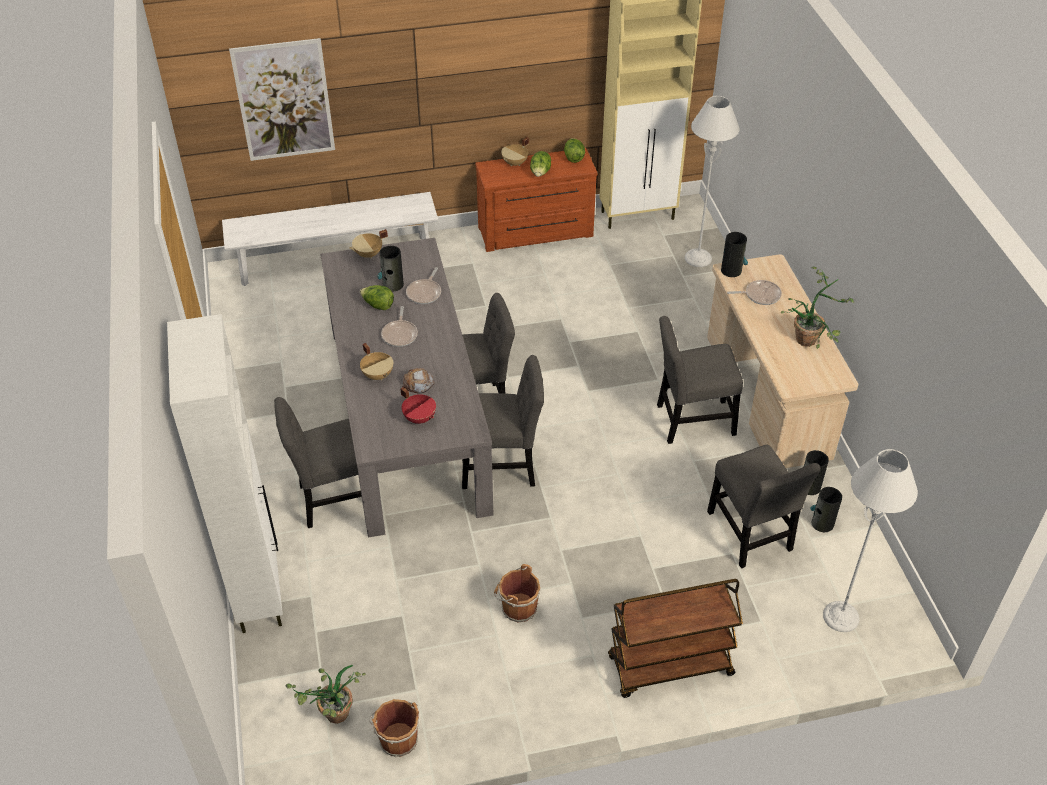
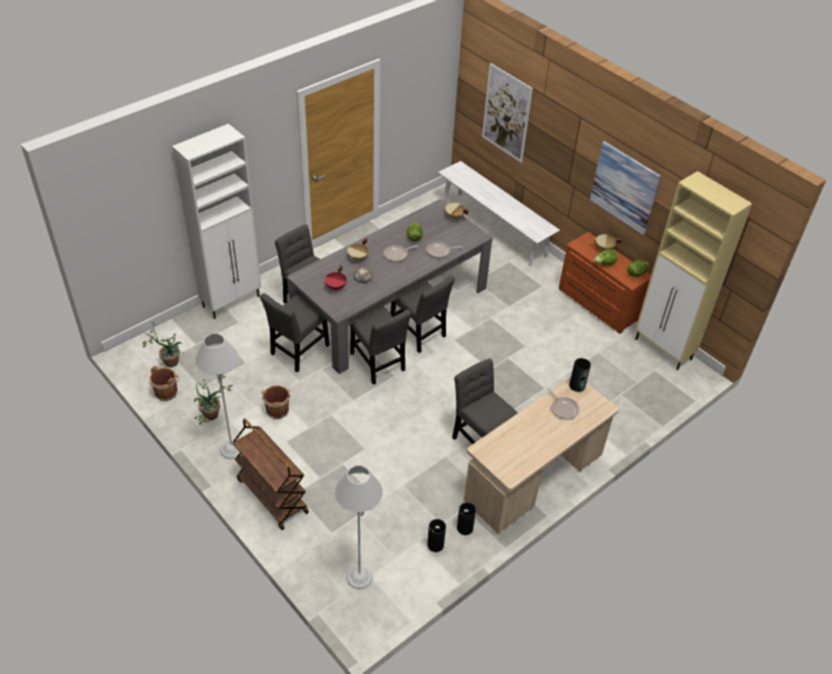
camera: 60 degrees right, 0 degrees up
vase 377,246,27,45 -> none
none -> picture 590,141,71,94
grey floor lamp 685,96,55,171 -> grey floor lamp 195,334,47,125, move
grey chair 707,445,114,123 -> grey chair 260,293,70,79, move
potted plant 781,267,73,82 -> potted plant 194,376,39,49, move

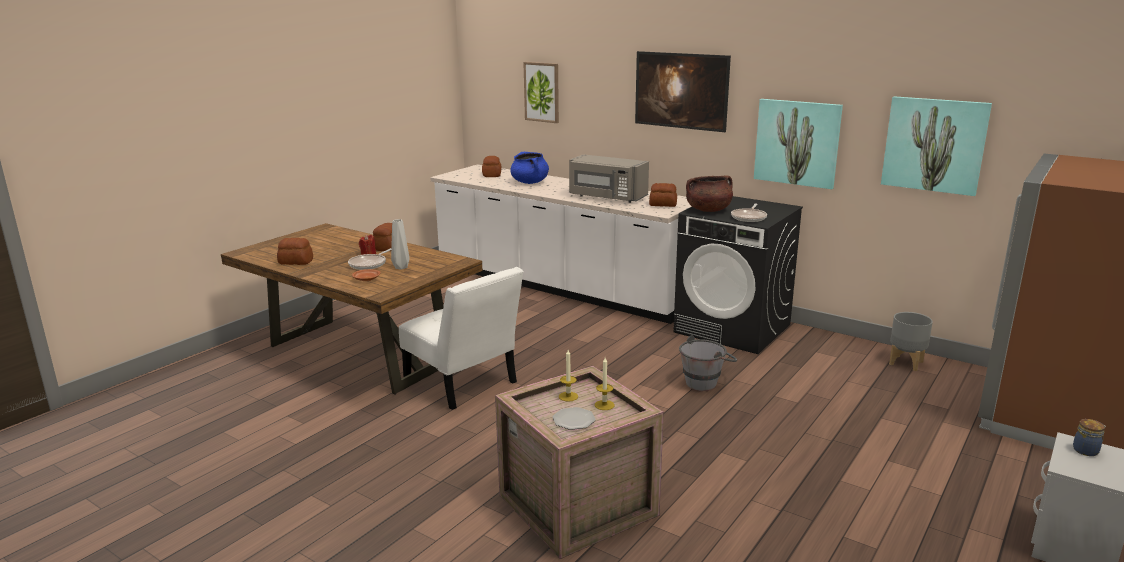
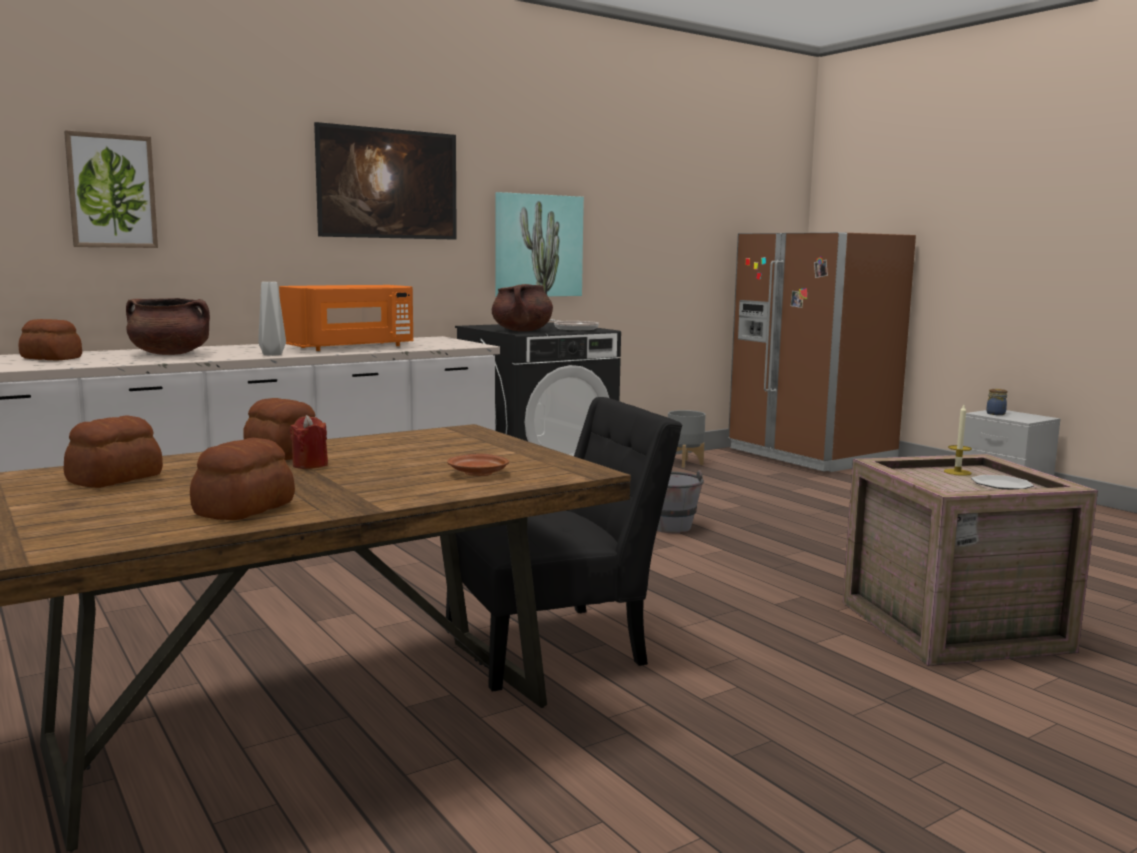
camera: 70 degrees left, 10 degrees down
frying pan 348,248,43,22 -> none
candle 559,350,19,52 -> none
picture 881,96,111,100 -> none
grey vase 391,219,19,51 -> grey vase 258,282,28,74, move
bread 649,183,28,24 -> bread 64,416,99,72, move
white chair 399,267,125,143 -> black chair 446,397,237,295
blue cooking pot 510,152,39,32 -> brown cooking pot 126,298,84,57
grey microwave 569,154,80,49 -> orange microwave 279,285,135,66

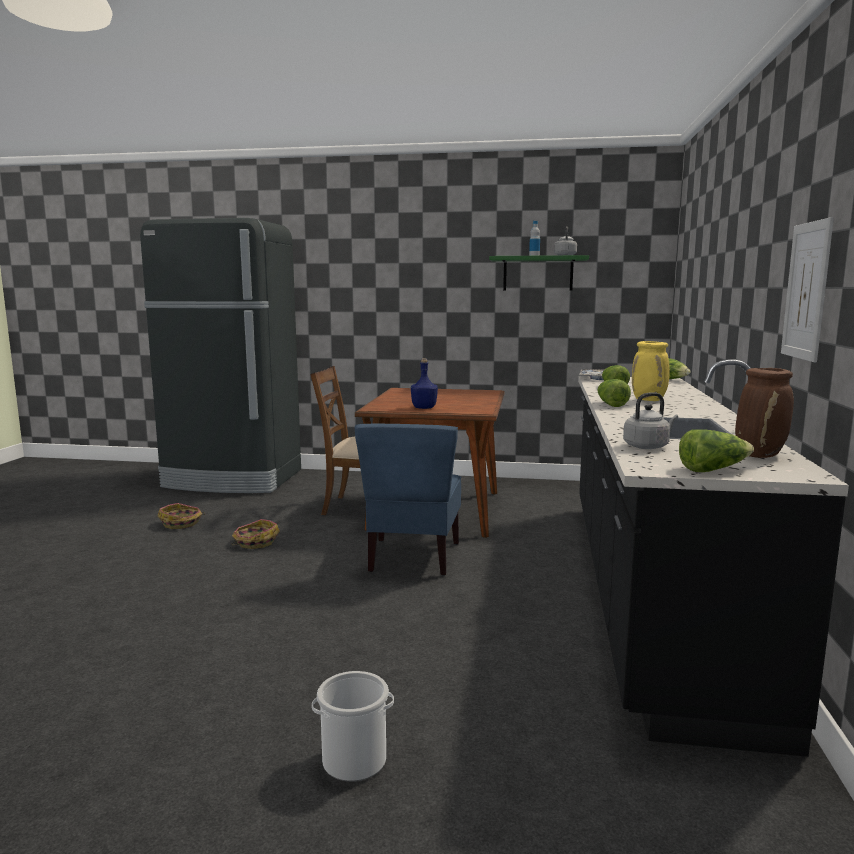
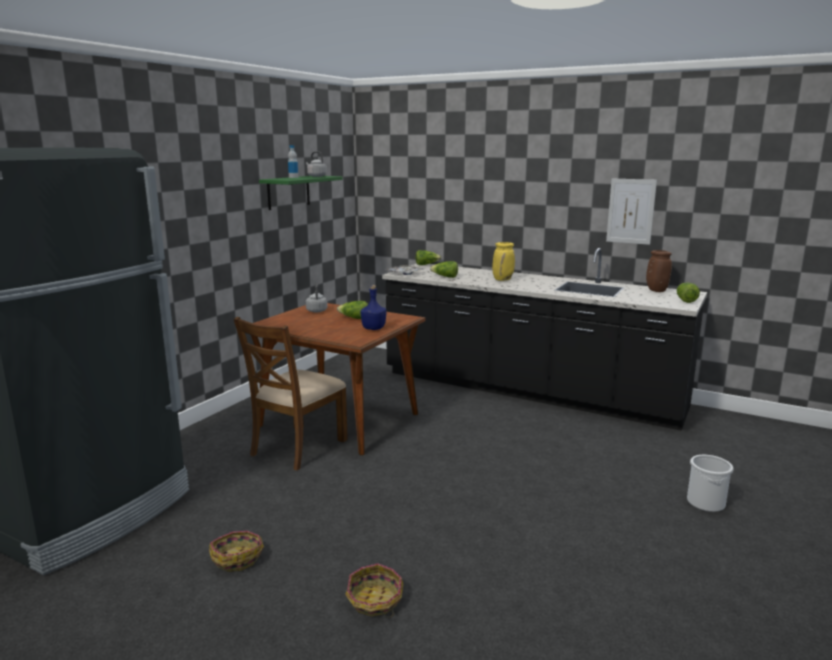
camera: 70 degrees left, 5 degrees up
blue chair 355,424,106,152 -> none
basket 231,519,49,30 -> basket 345,563,58,55, move
lettuce 598,379,33,28 -> lettuce 337,301,31,18, move
grey kettle 623,392,55,57 -> grey kettle 306,285,22,27, move

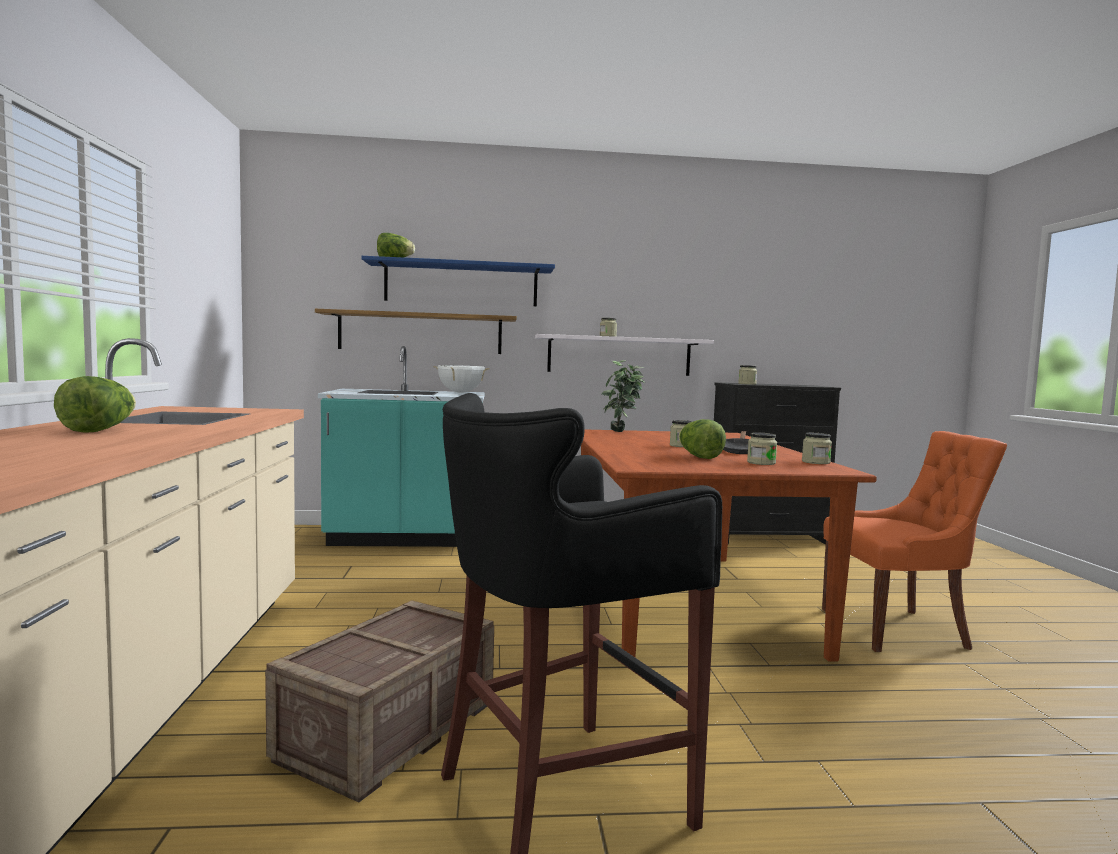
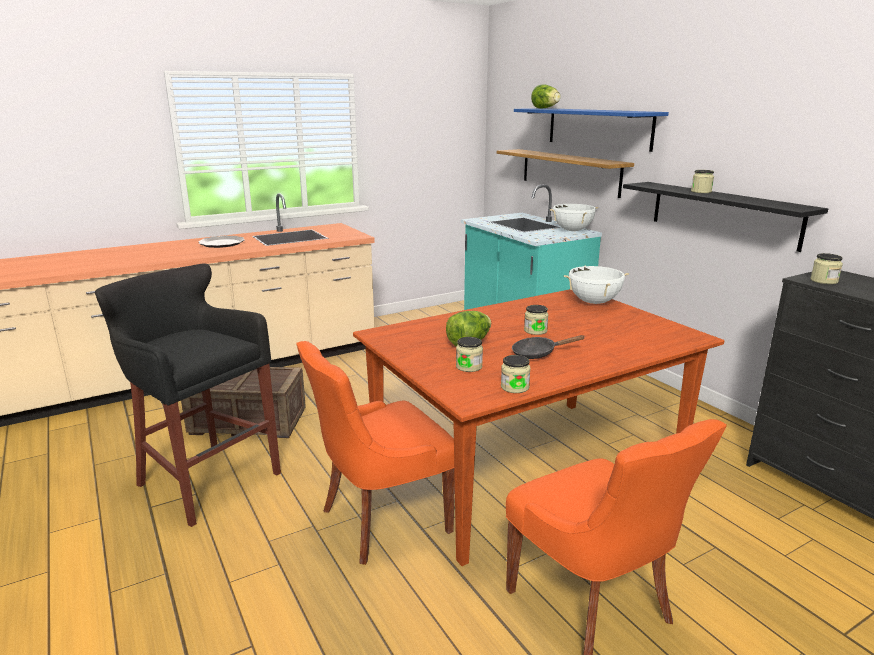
camera: 65 degrees right, 15 degrees up
none -> orange chair 296,341,159,224
lettuce 54,376,82,56 -> plate 198,236,47,12
potted plant 602,360,43,72 -> white cooking pot 564,266,65,38
white shelf 535,334,179,42 -> black shelf 623,182,205,70

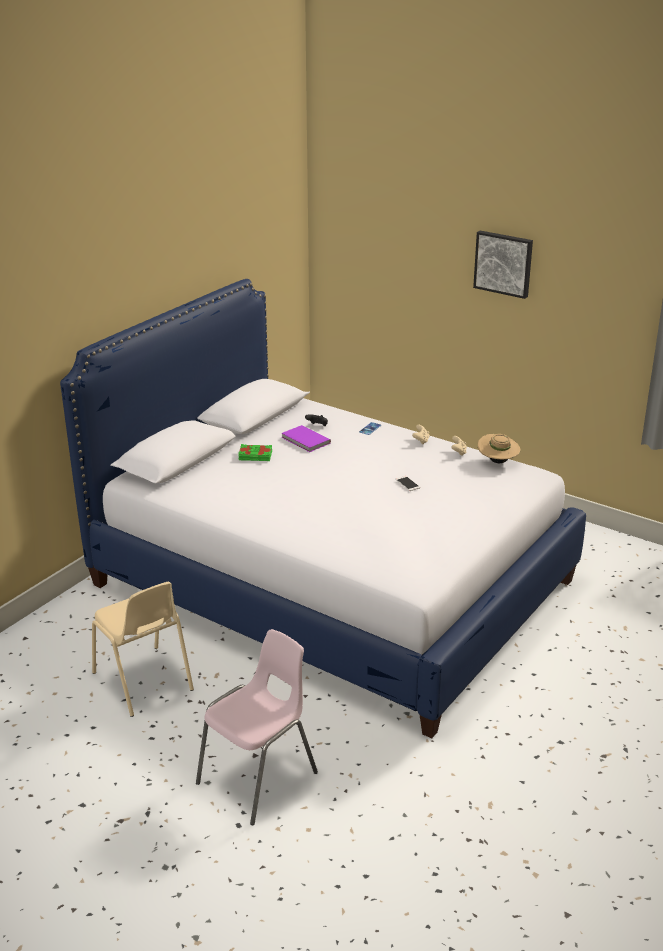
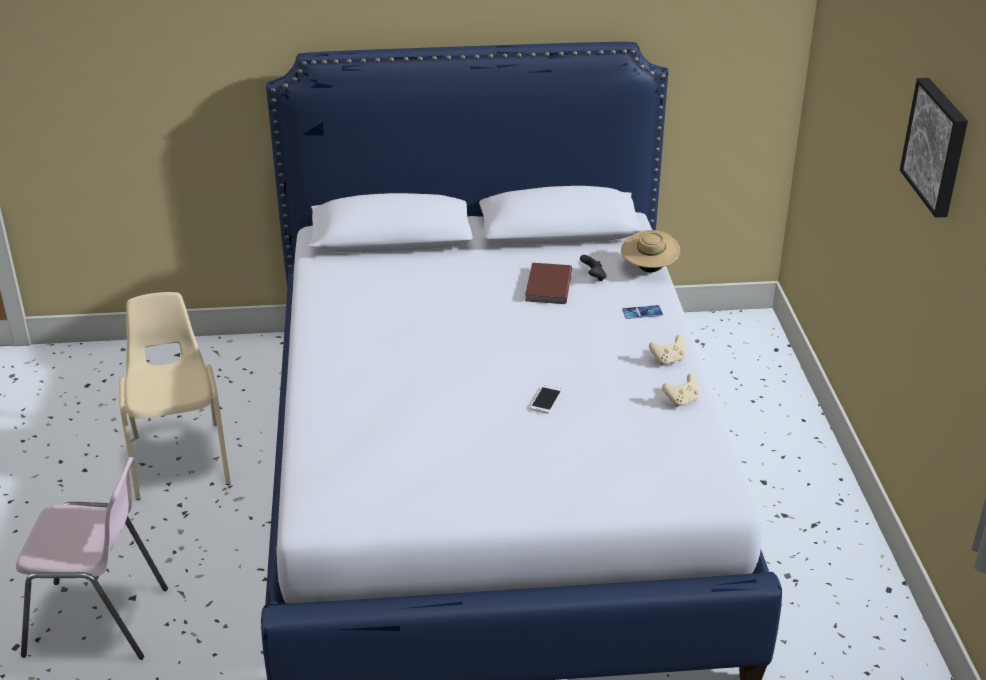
camera: 50 degrees right, 5 degrees up
green book 238,444,34,17 -> none
beige hat 478,434,42,29 -> beige hat 621,230,59,42, move
purple book 281,425,50,27 -> brown book 525,263,47,41
beige chair 92,582,102,135 -> beige chair 119,292,112,208, 150 degrees clockwise

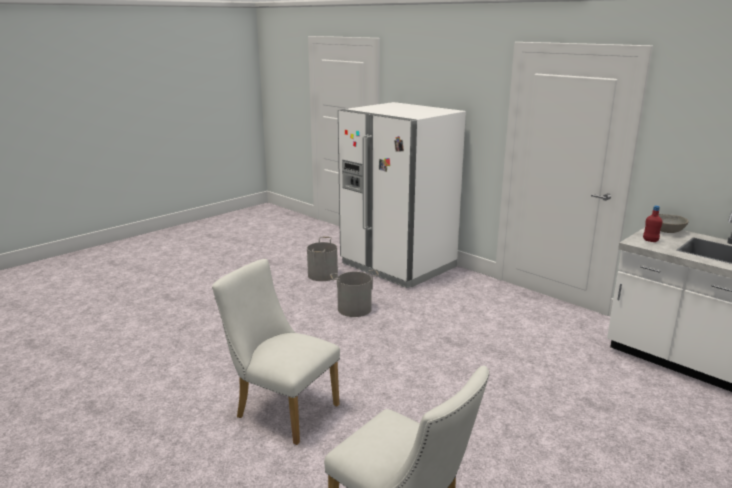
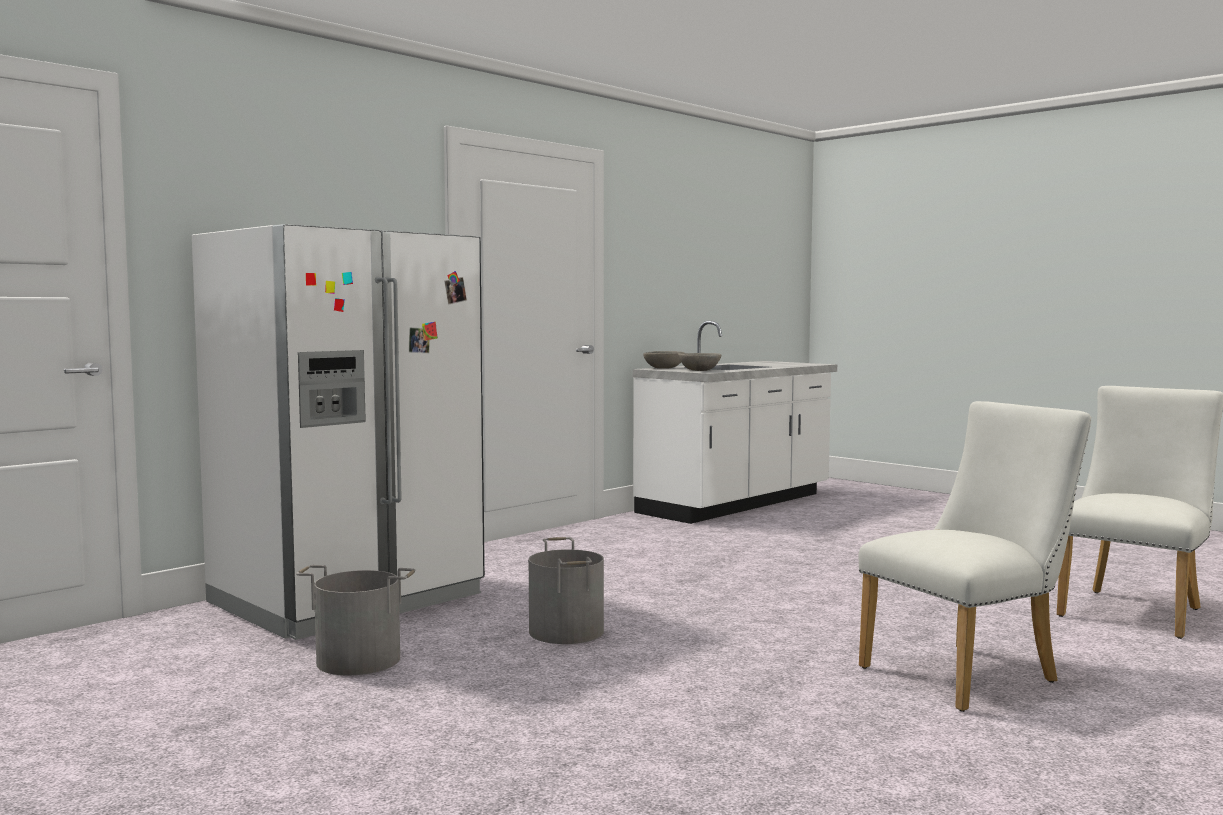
camera: 90 degrees left, 15 degrees down
red bottle 643,205,19,37 -> grey bowl 678,353,43,18
white chair 212,259,128,186 -> white chair 859,401,232,311, 150 degrees counterclockwise

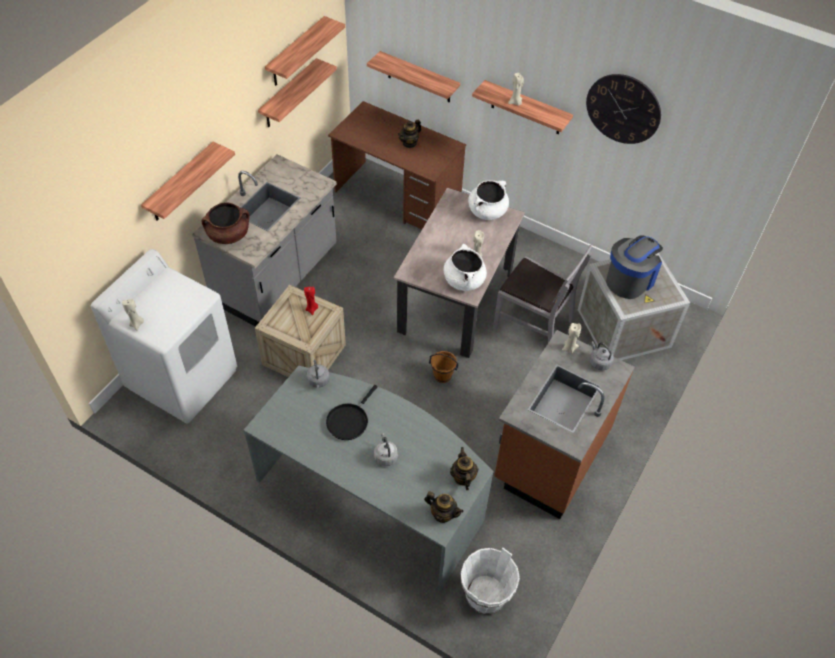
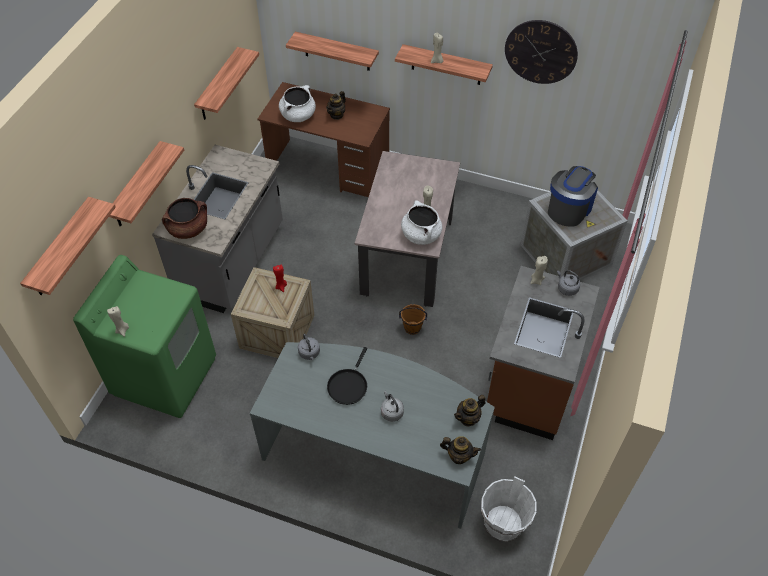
camera: 10 degrees left, 0 degrees up
grey chair 493,245,99,98 -> none
shelf 265,16,80,70 -> shelf 20,197,96,98, move
white cooking pot 468,180,41,40 -> white cooking pot 279,85,37,37, move
white washing machine 91,249,146,175 -> green washing machine 73,255,143,163
teapot 450,447,28,43 -> teapot 454,395,32,32, 105 degrees counterclockwise

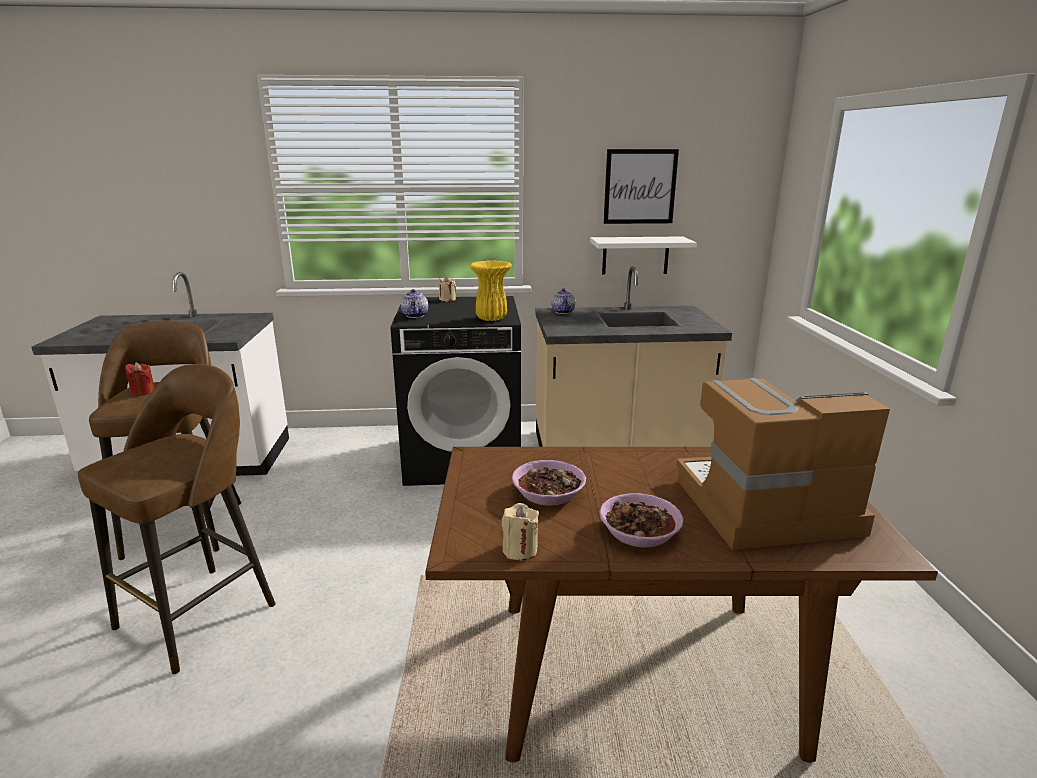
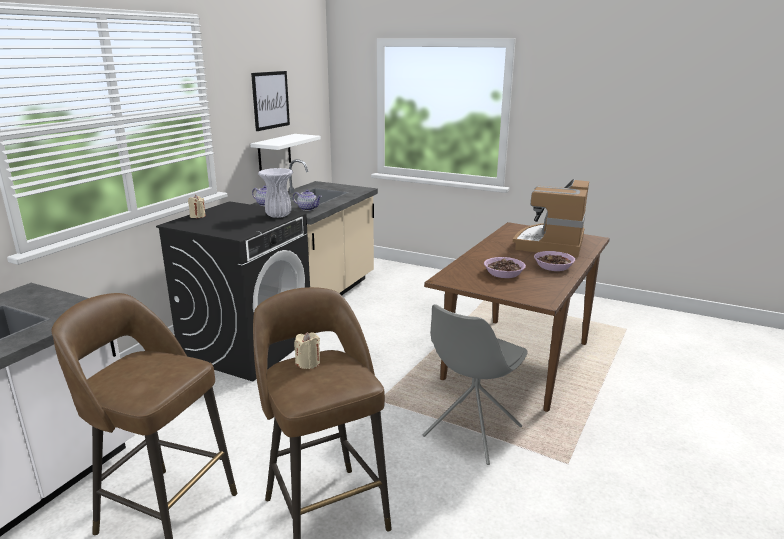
camera: 60 degrees left, 0 degrees up
red candle 125,362,30,34 -> none
none -> grey chair 423,304,105,161
teapot 401,289,27,29 -> teapot 293,190,29,21, move
beige candle 502,503,37,57 -> beige candle 294,332,26,37, move
yellow vase 469,260,43,61 -> white vase 258,168,35,50

